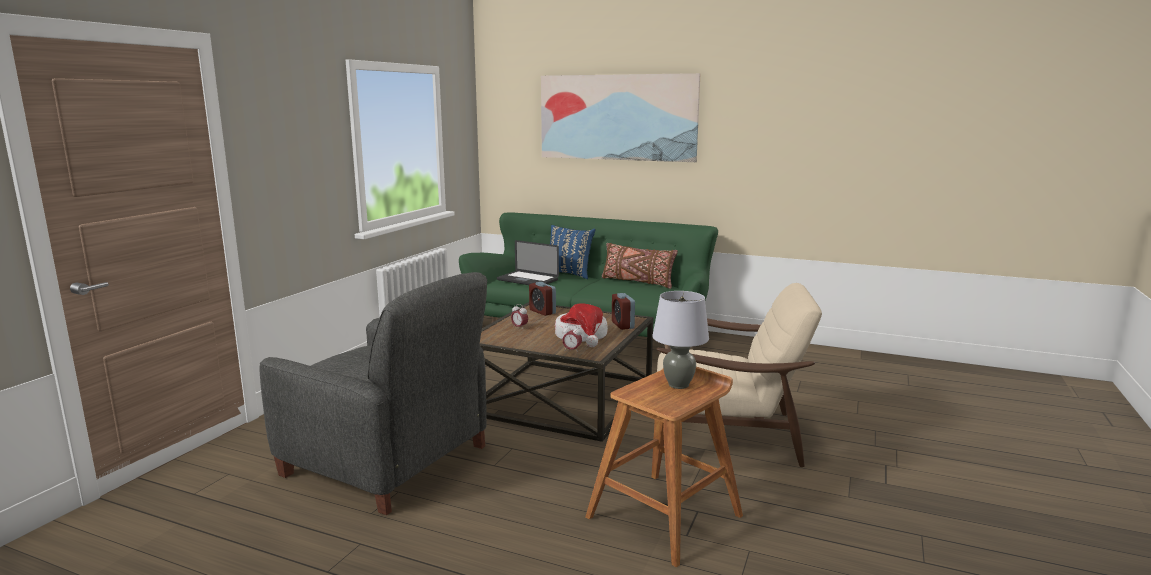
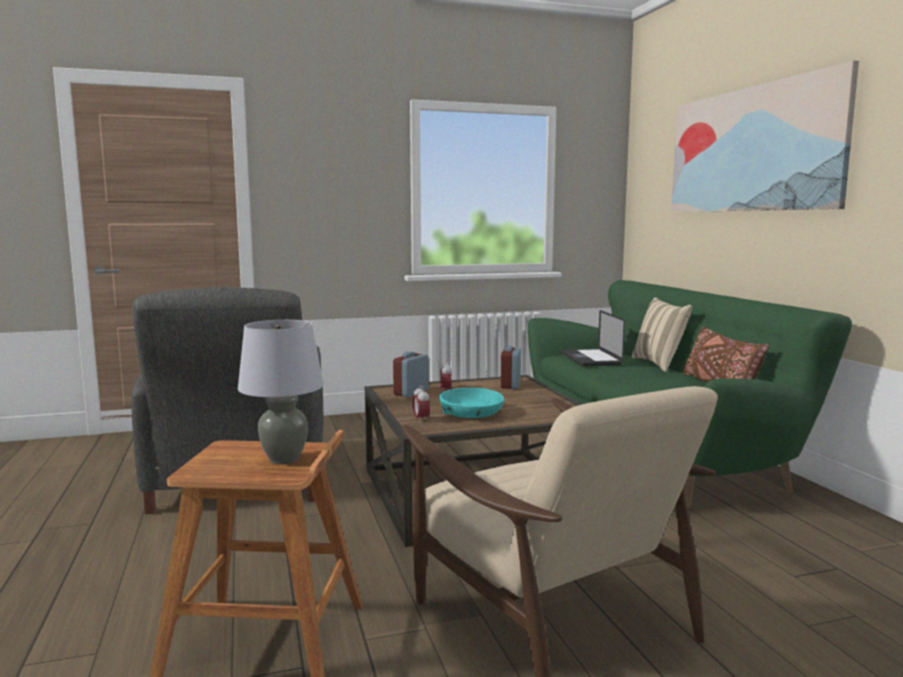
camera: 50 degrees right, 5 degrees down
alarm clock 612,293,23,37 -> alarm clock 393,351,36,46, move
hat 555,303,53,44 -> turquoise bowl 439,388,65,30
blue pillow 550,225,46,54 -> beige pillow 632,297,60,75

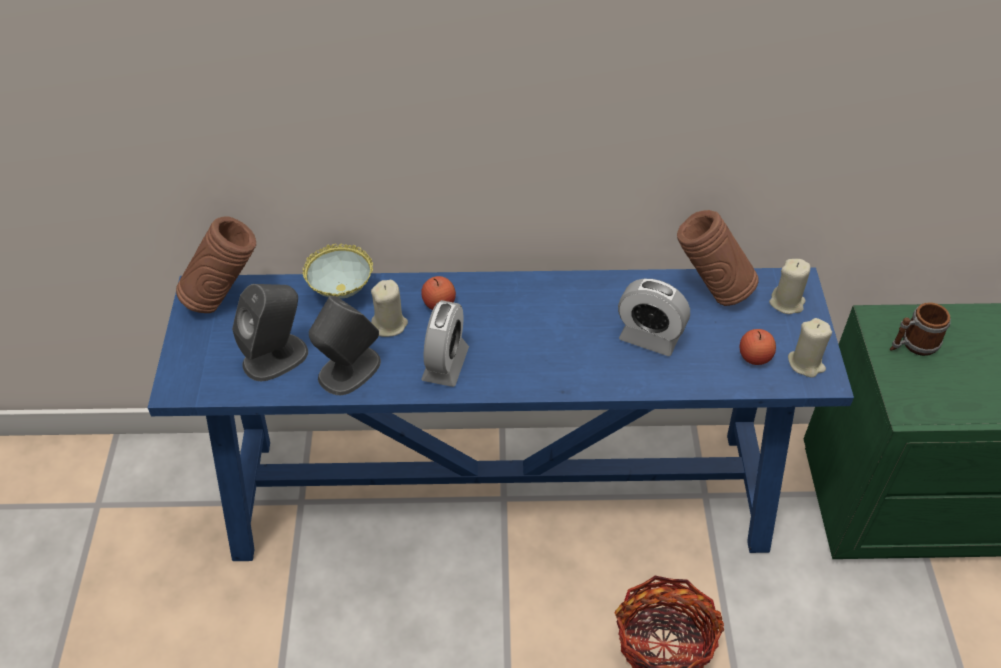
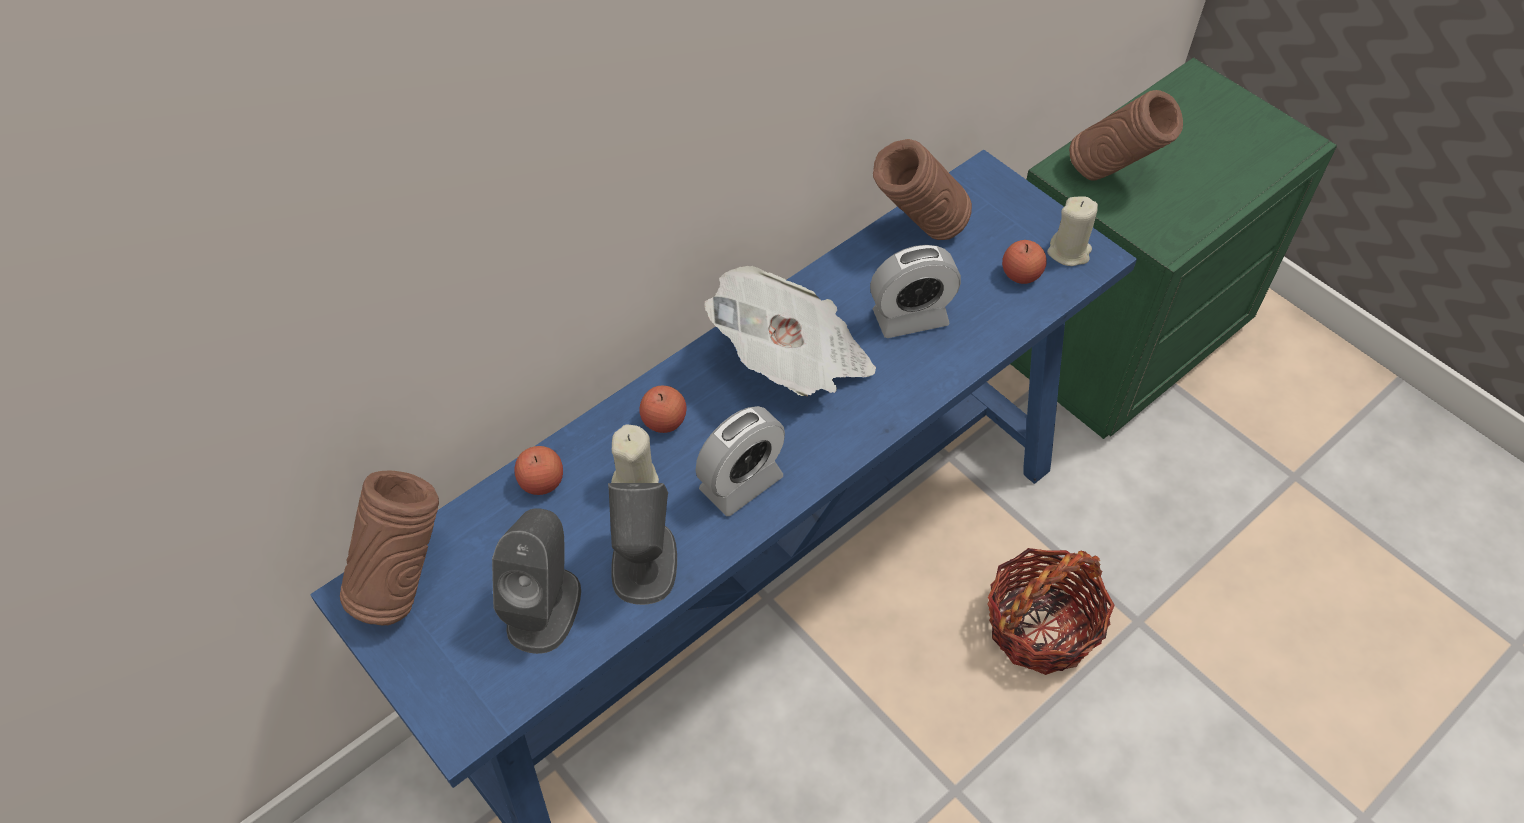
camera: 40 degrees left, 5 degrees up
beige candle 769,259,42,55 -> none
none -> newspaper 704,266,172,131
bowl 302,244,71,55 -> apple 515,446,48,49
mug 890,302,61,54 -> brown vase 1069,90,114,90
alarm clock 422,300,47,87 -> alarm clock 696,406,89,110, 75 degrees clockwise

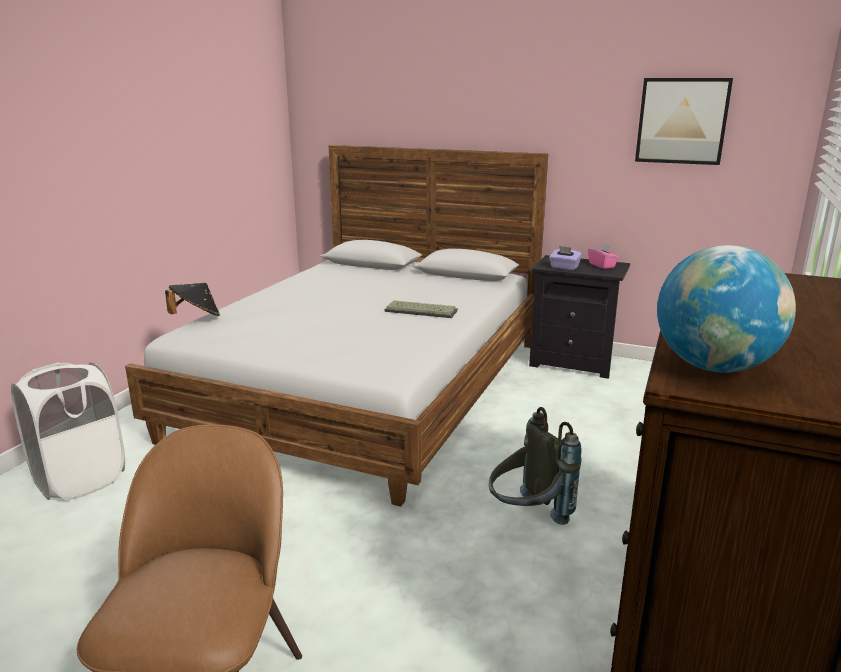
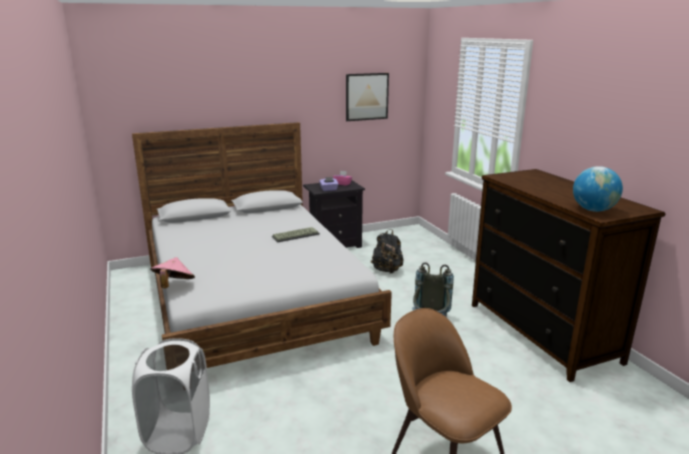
camera: 45 degrees left, 0 degrees up
none -> black backpack 371,229,33,45
black hat 165,283,55,33 -> pink hat 150,257,45,31

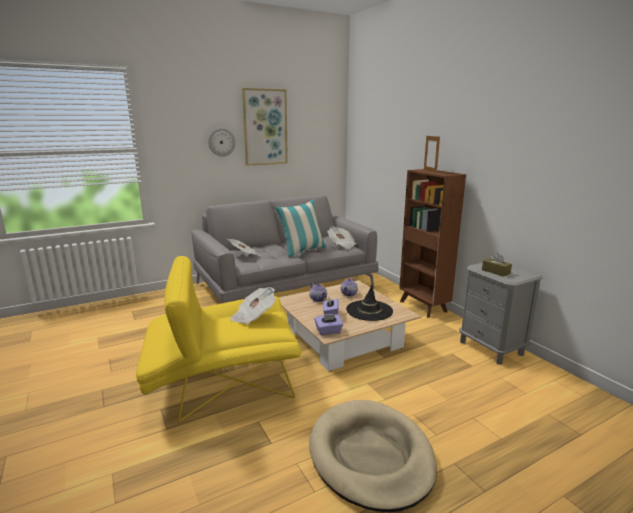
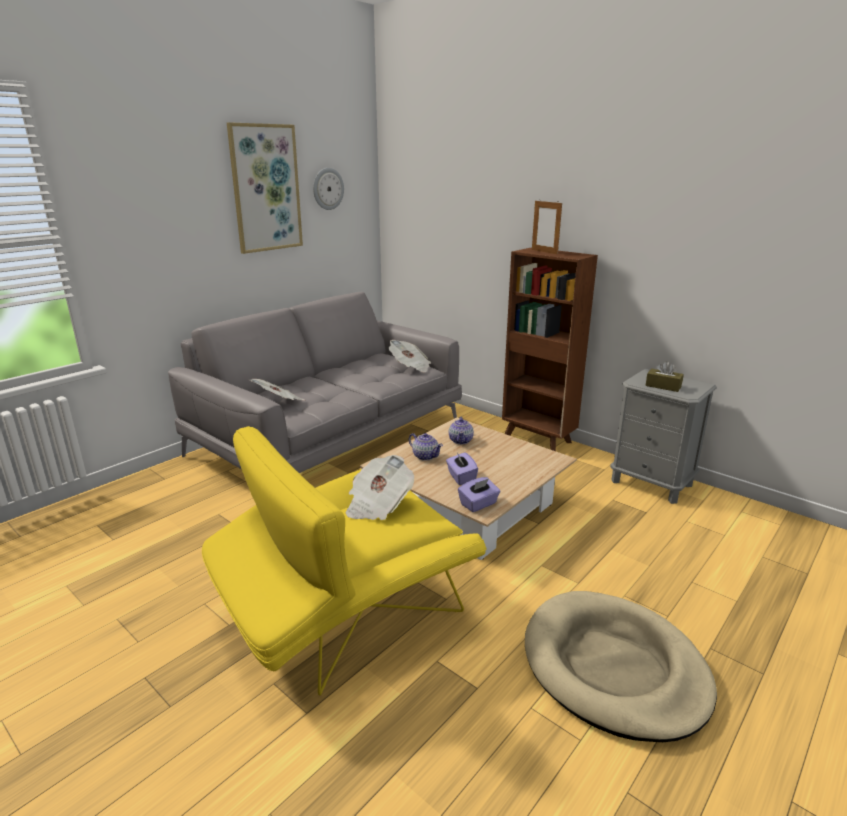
camera: 20 degrees left, 5 degrees up
pillow 275,200,51,57 -> none
black hat 346,284,47,37 -> none
wall clock 208,128,28,29 -> wall clock 313,168,31,42, move

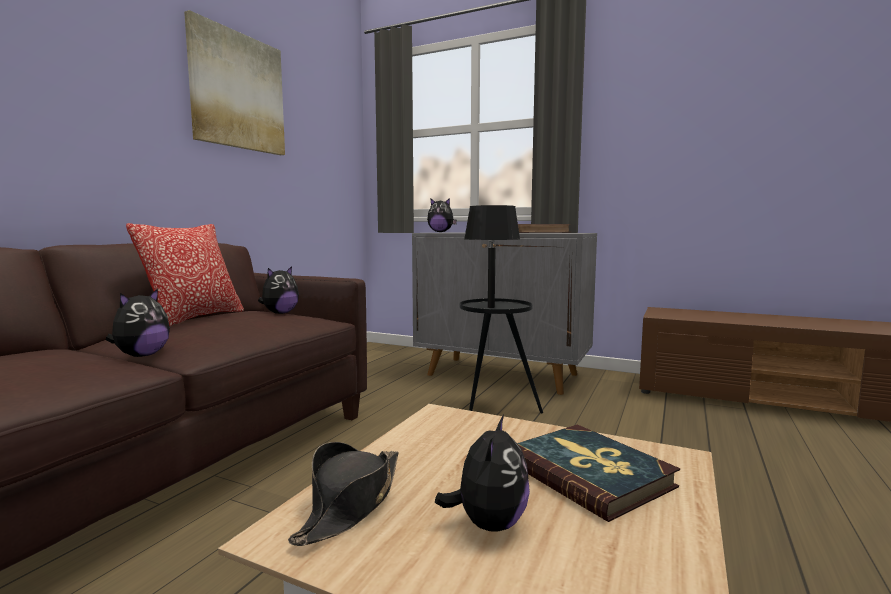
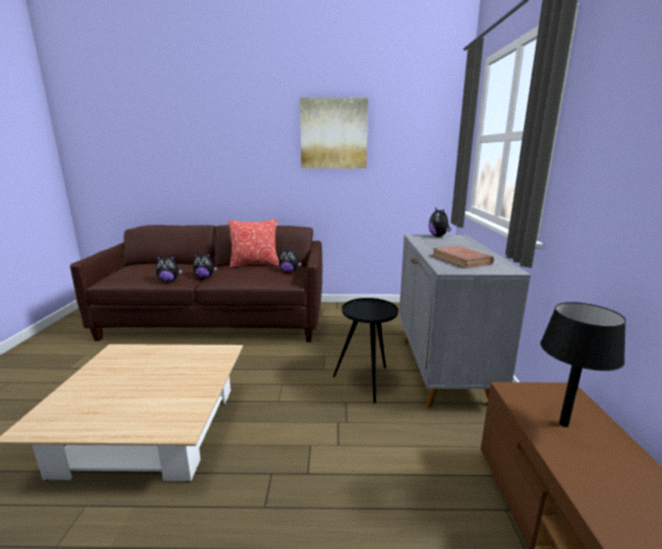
camera: 65 degrees right, 10 degrees up
black hat 288,442,110,104 -> none
book 517,425,163,97 -> none
plush toy 435,415,95,117 -> plush toy 156,255,26,27, move
black table lamp 464,205,56,103 -> black table lamp 540,302,86,125, move

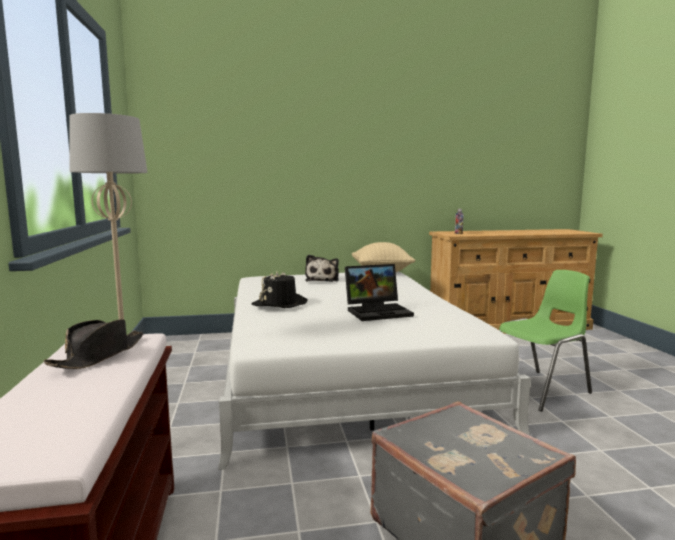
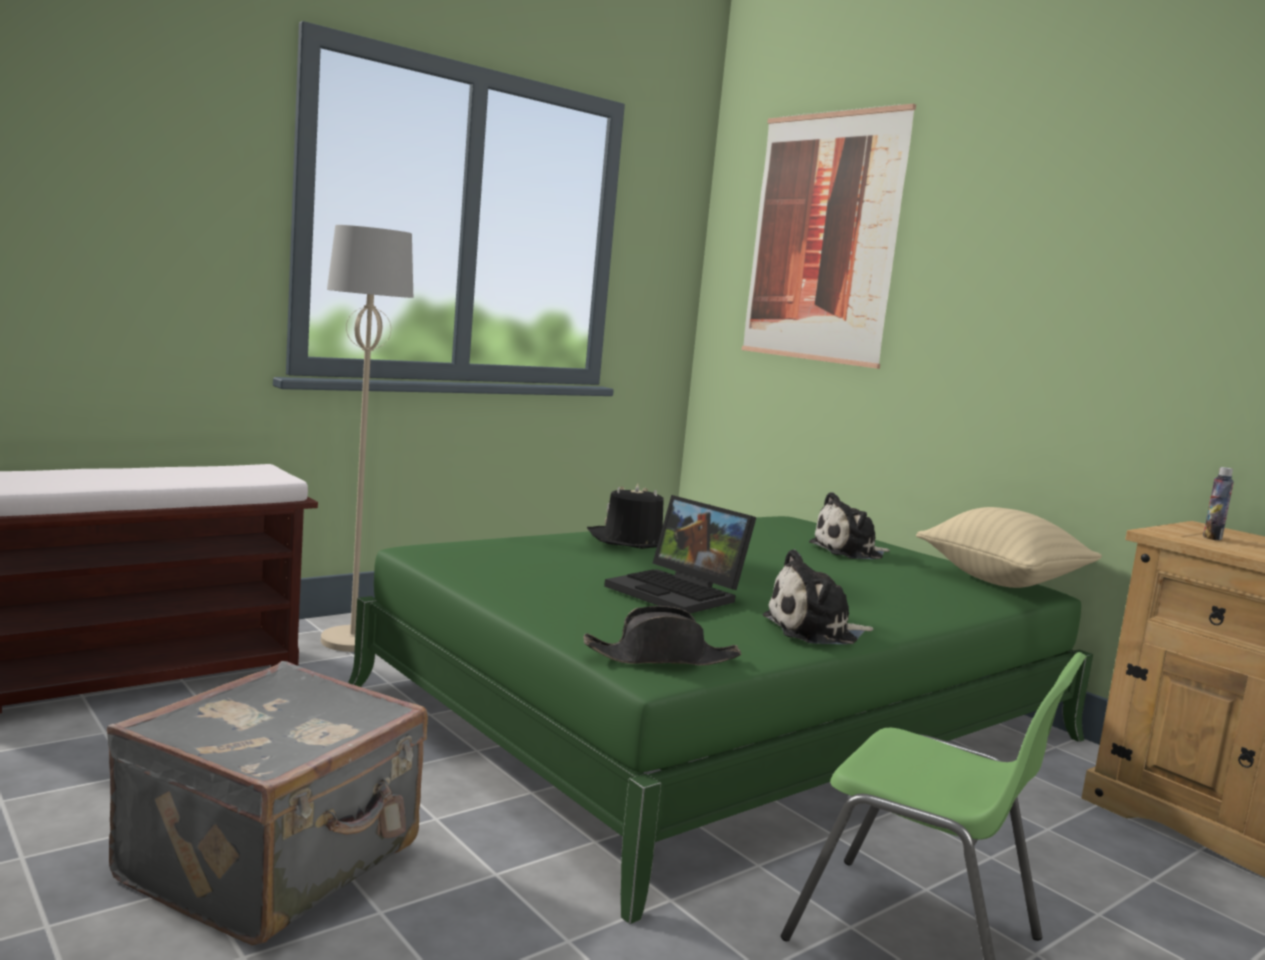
camera: 60 degrees right, 0 degrees up
none -> picture 741,104,175,265
none -> plush toy 763,549,111,95
black hat 43,319,100,50 -> black hat 583,606,158,59, move
white bed 218,272,313,198 -> green bed 348,516,745,408

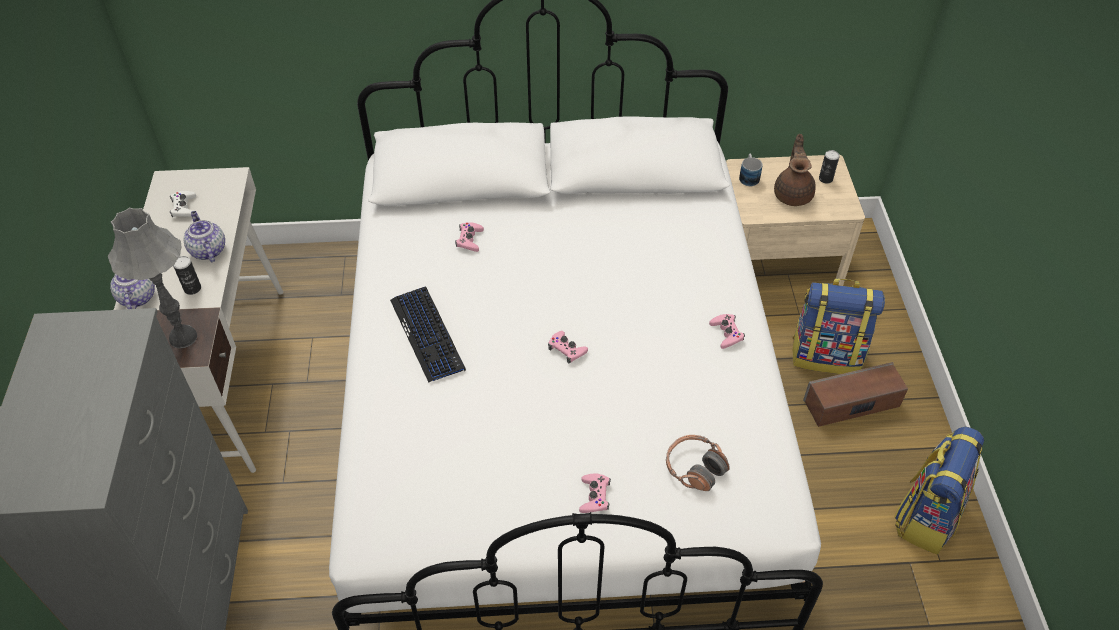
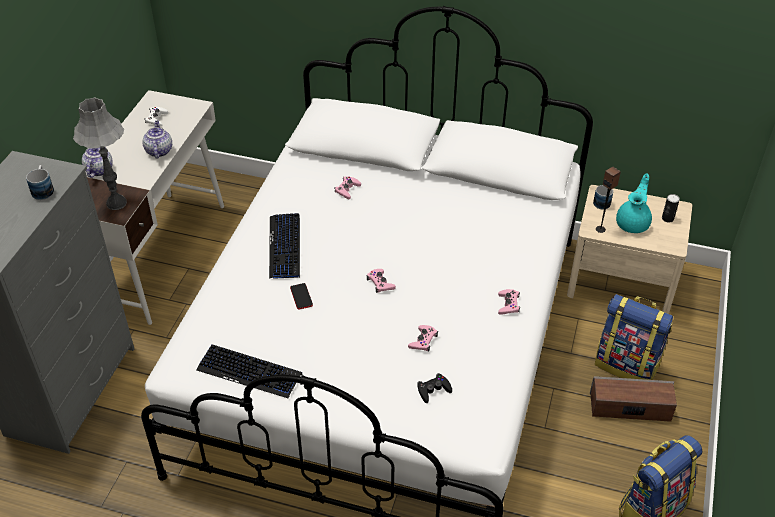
camera: 20 degrees right, 5 degrees down
can 173,256,28,39 -> none
none -> mug 26,165,28,35
none -> keyboard 196,344,106,54
none -> phone 290,283,23,27
none -> speaker 596,167,25,66
pink game controller 579,473,32,40 -> pink game controller 408,325,30,26, move
headphones 666,435,64,56 -> black game controller 418,373,34,30
brown teapot 774,134,42,72 -> turquoise teapot 616,173,36,60

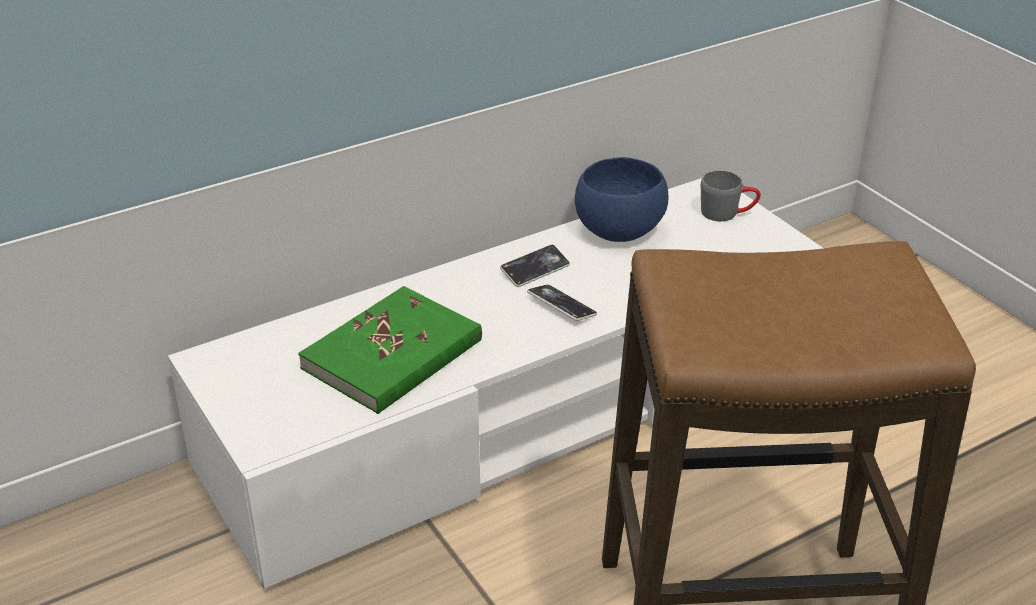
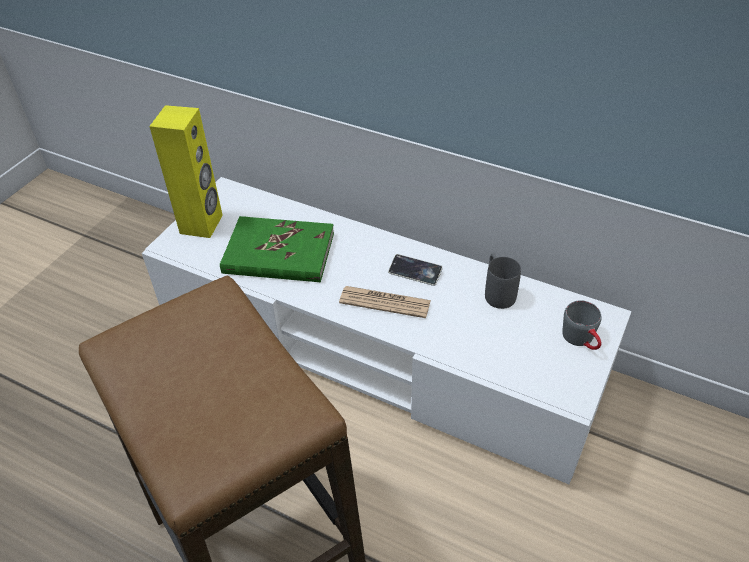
camera: 60 degrees right, 10 degrees up
none -> yellow speaker 149,105,74,133
phone 527,284,70,37 -> newspaper 339,286,92,32
blue bowl 575,157,94,85 -> grey mug 485,253,36,56

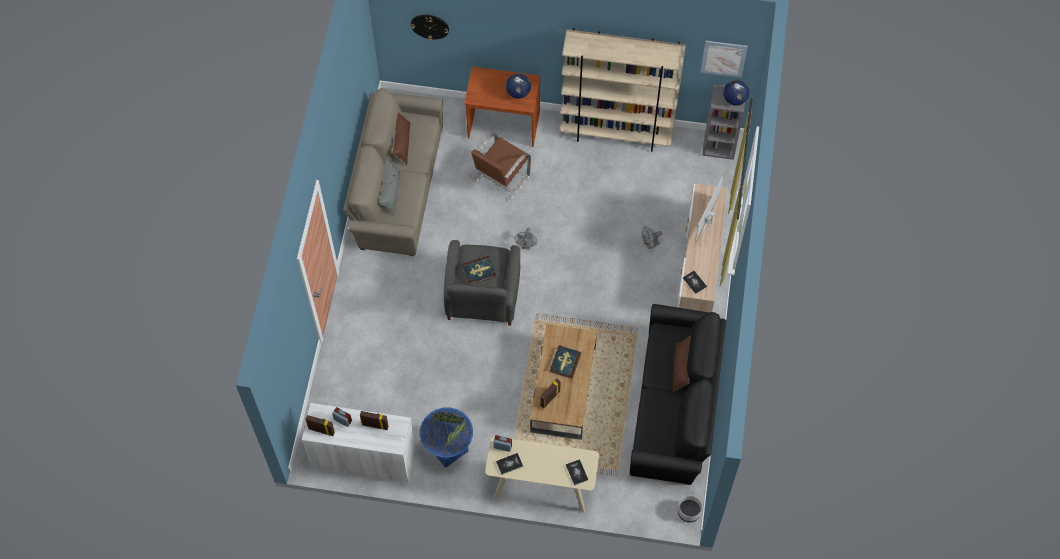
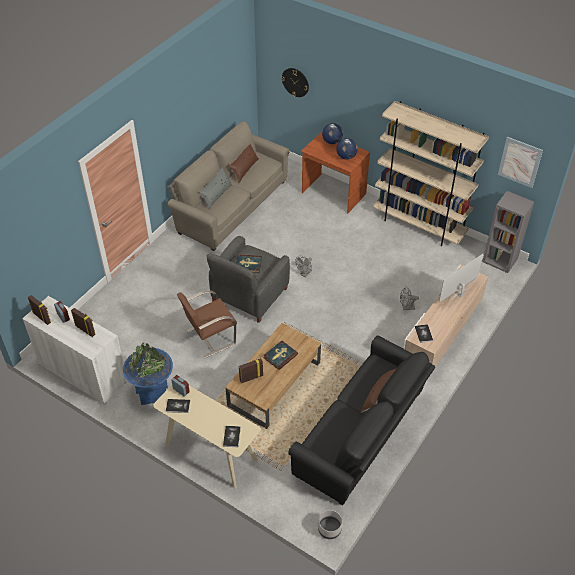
camera: 25 degrees right, 15 degrees down
brown chair 471,133,60,69 -> brown chair 177,290,60,68, move
globe 723,80,26,26 -> globe 322,123,21,21, move

